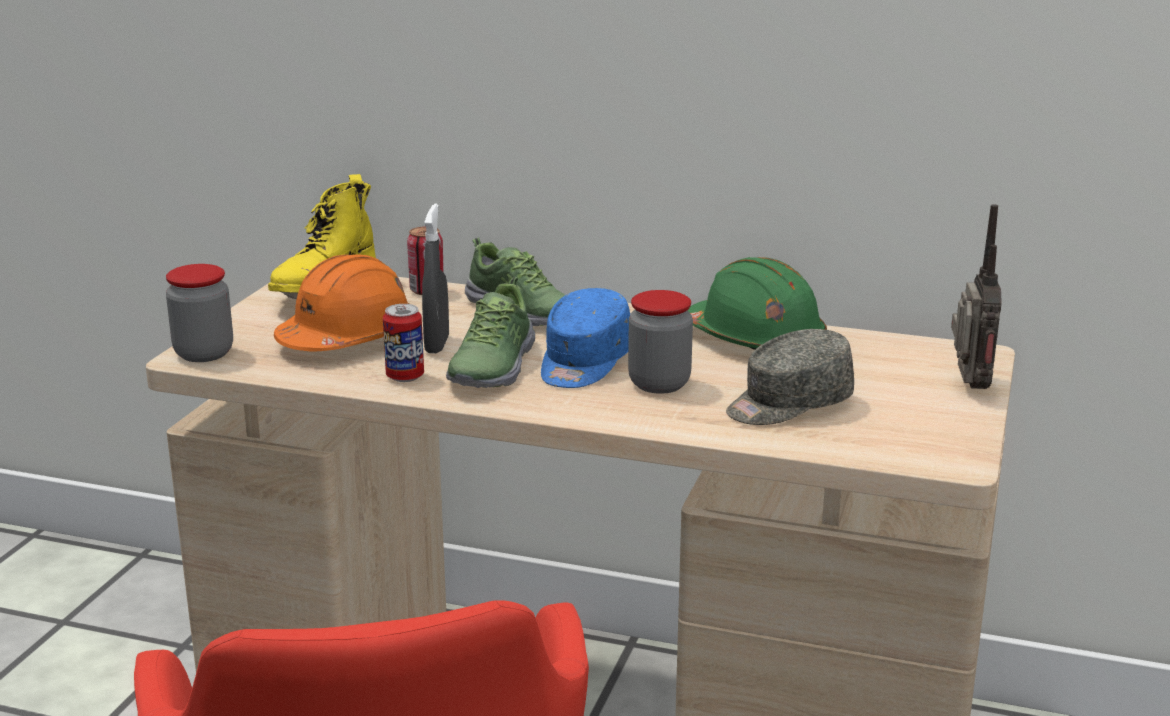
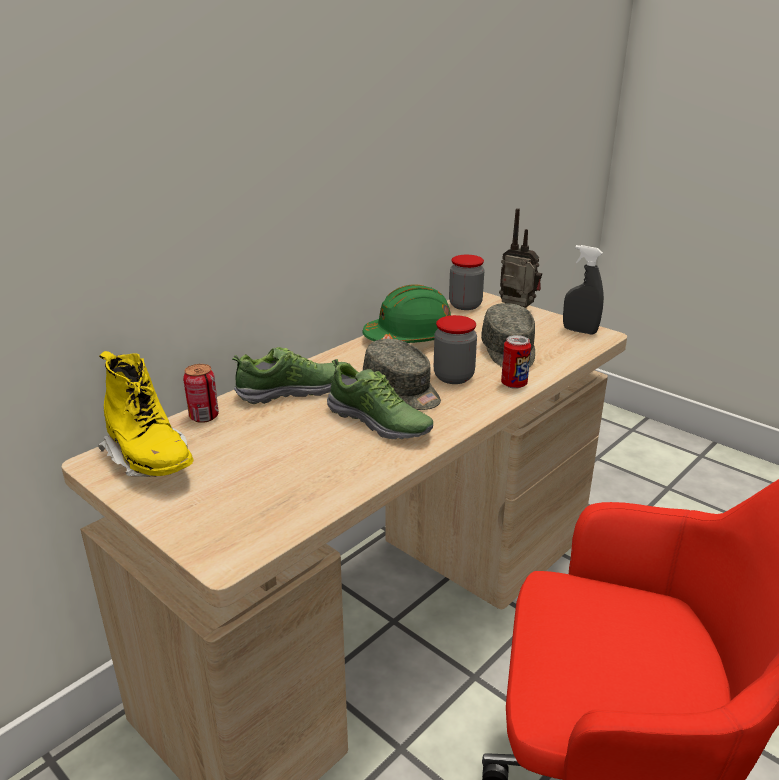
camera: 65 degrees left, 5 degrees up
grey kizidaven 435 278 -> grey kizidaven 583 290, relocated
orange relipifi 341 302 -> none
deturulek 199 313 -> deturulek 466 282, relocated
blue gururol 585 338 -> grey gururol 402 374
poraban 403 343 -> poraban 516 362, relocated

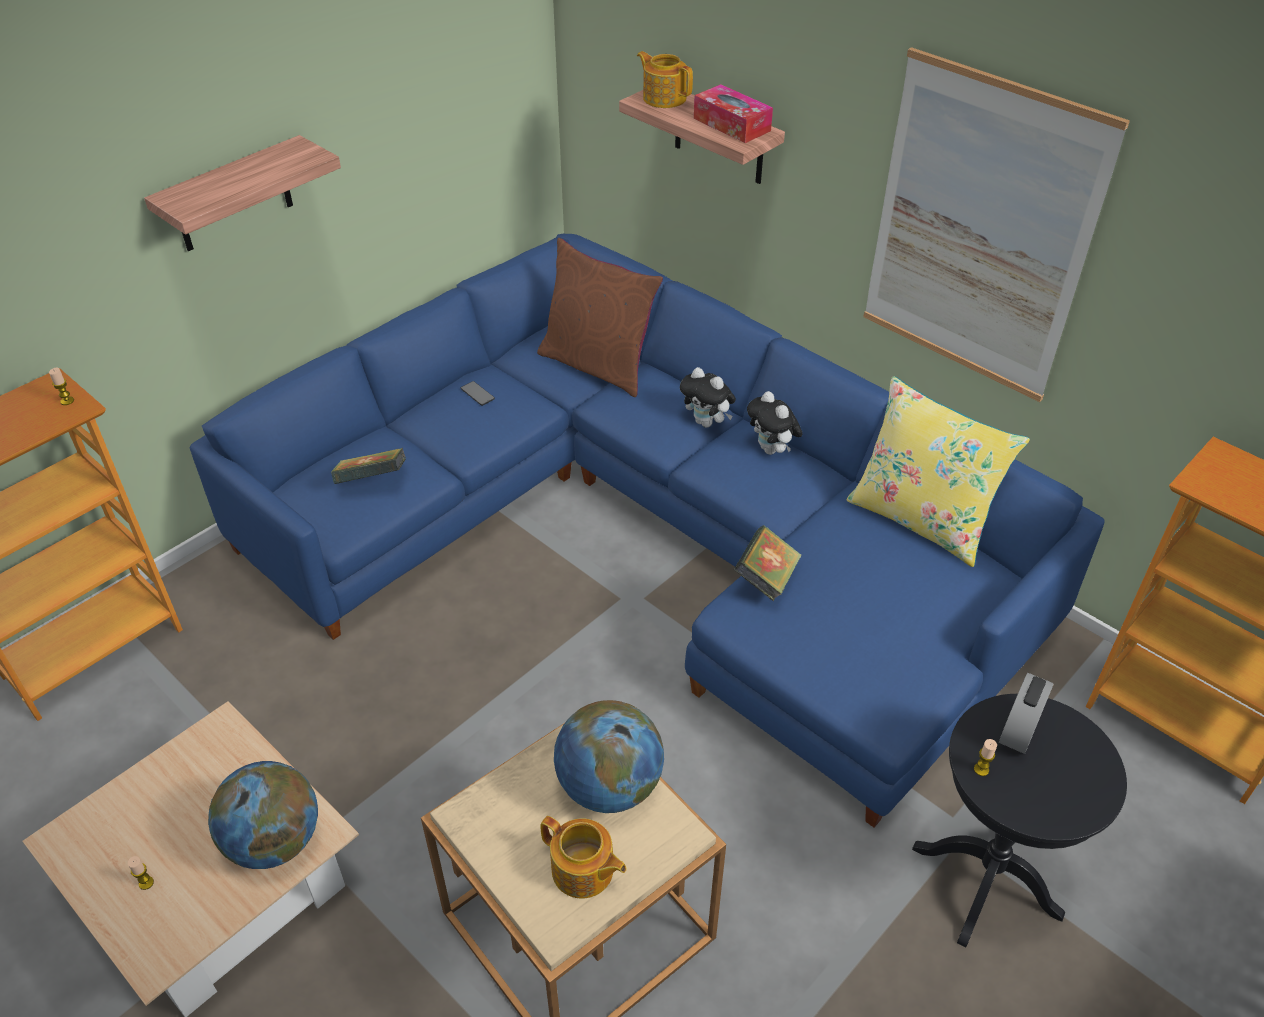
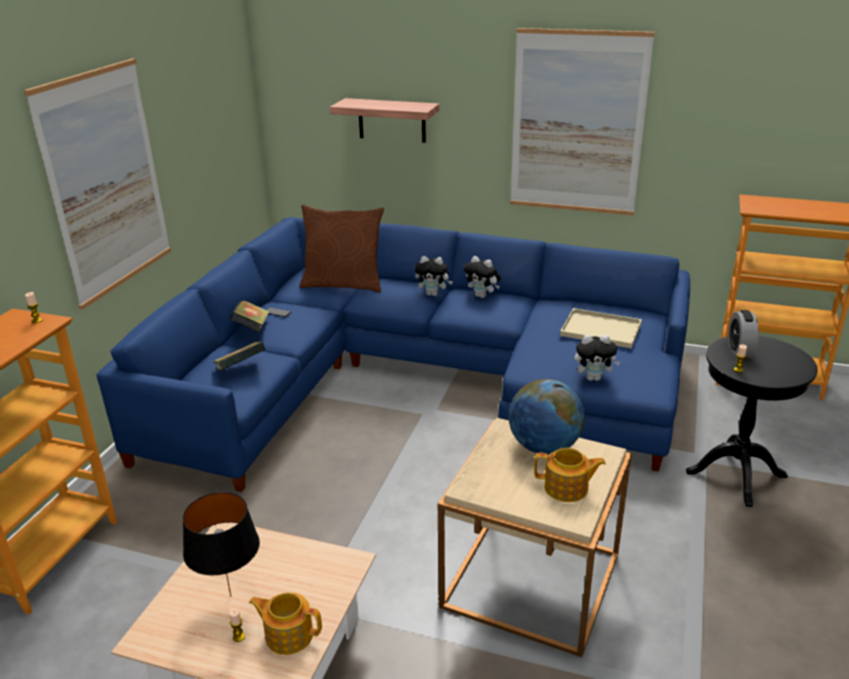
camera: 25 degrees left, 15 degrees down
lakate 665 79 -> lakate 285 623, relocated
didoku 733 113 -> none
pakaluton 242 193 -> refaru 97 184
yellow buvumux 938 471 -> none
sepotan 767 563 -> sepotan 249 316, relocated
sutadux 263 815 -> none
none -> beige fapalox 601 328
none -> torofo 597 358
none -> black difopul 221 544

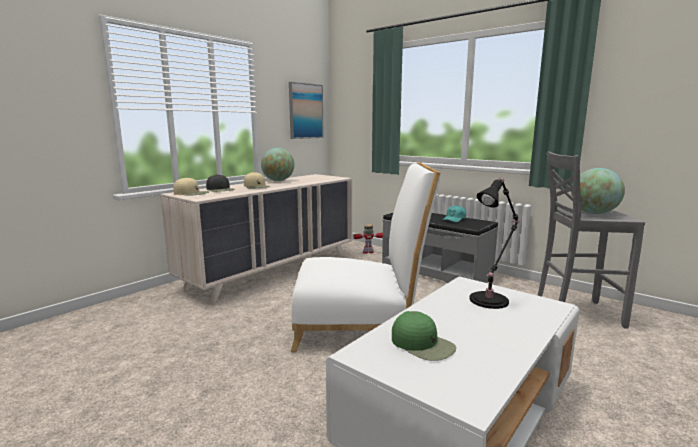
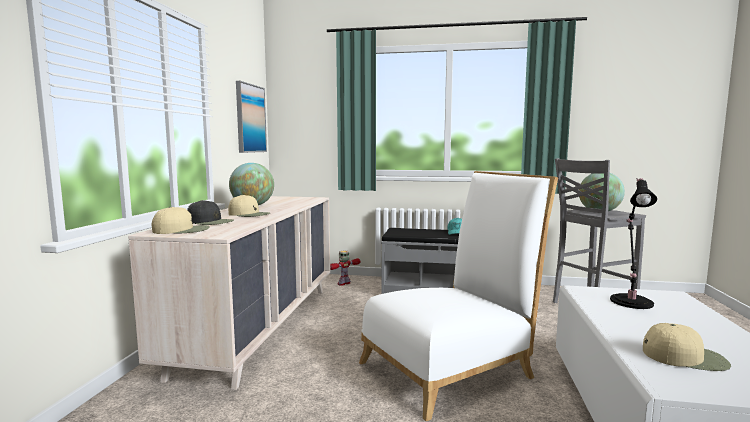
camera: 30 degrees left, 5 degrees down
green gururol 424 336 -> beige gururol 687 347

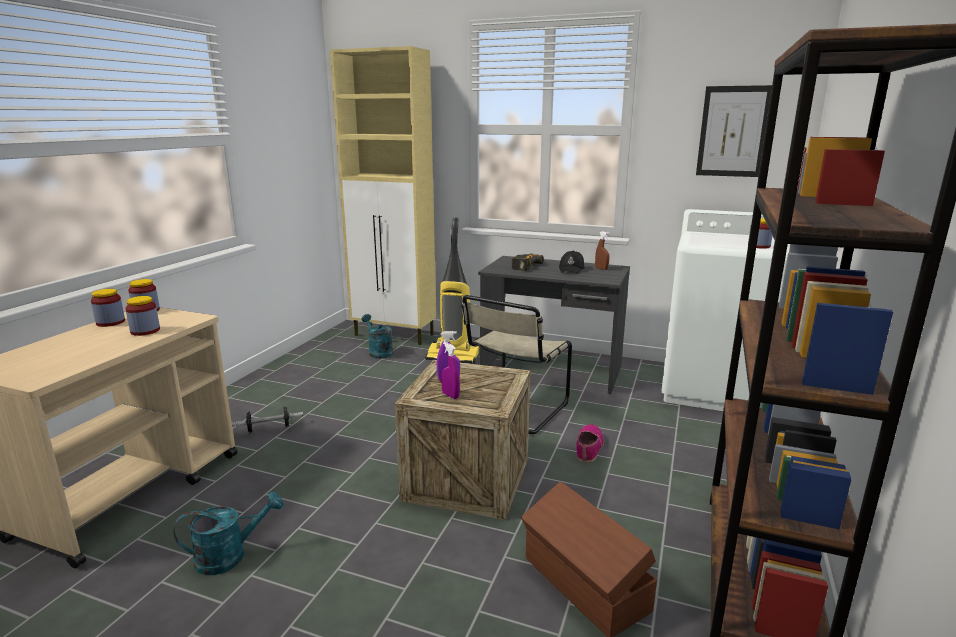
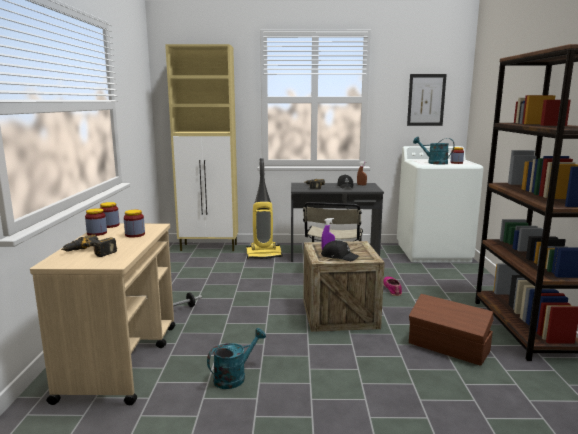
camera: 20 degrees left, 5 degrees down
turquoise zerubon 377 336 -> turquoise zerubon 434 150, relocated
purple kizidaven 450 370 -> black gururol 340 250
none -> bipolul 89 245

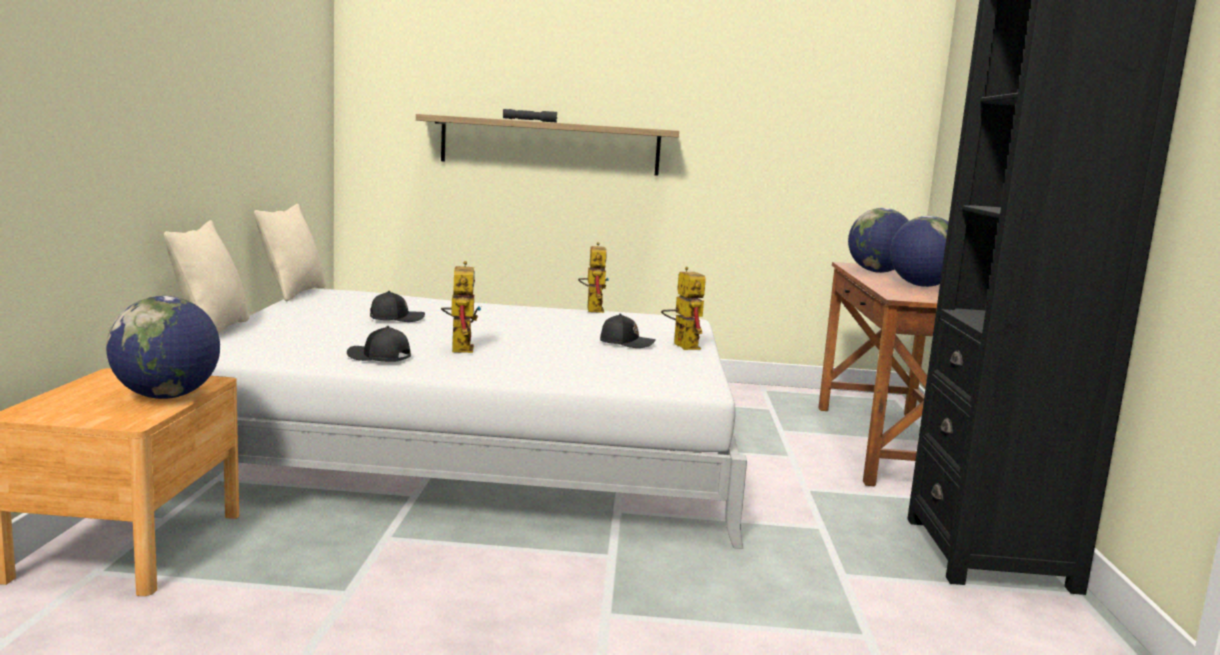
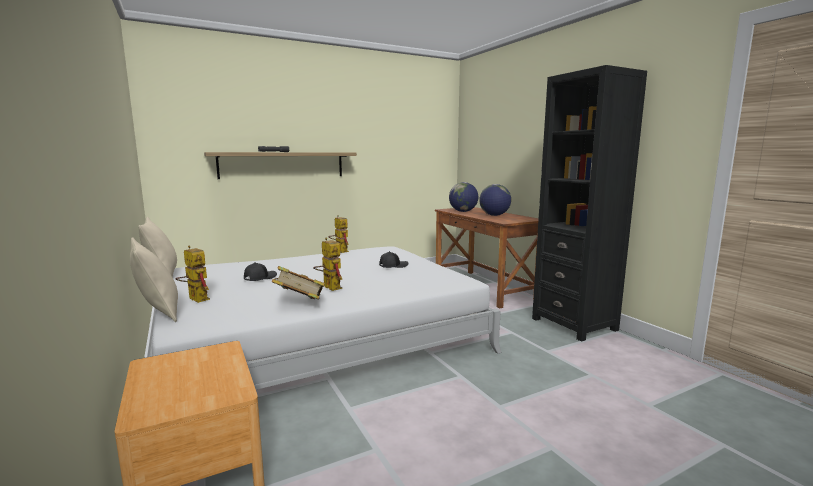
camera: 30 degrees left, 0 degrees up
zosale 683 308 -> zosale 193 274, relocated
sutadux 163 347 -> none
black gururol 379 344 -> sepotan 298 283

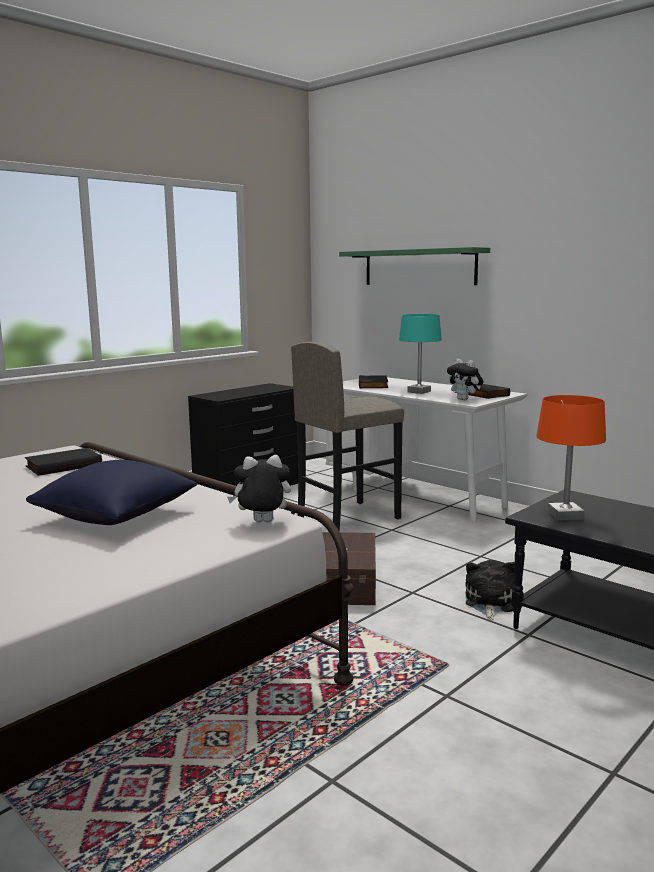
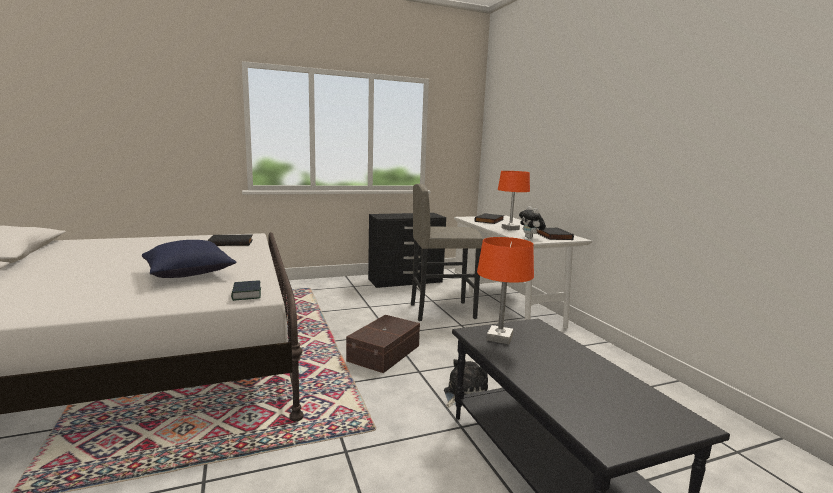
camera: 25 degrees right, 0 degrees up
green pakaluton 414 266 -> none
turquoise difopul 420 354 -> orange difopul 514 201
torofo 259 488 -> sepotan 246 290

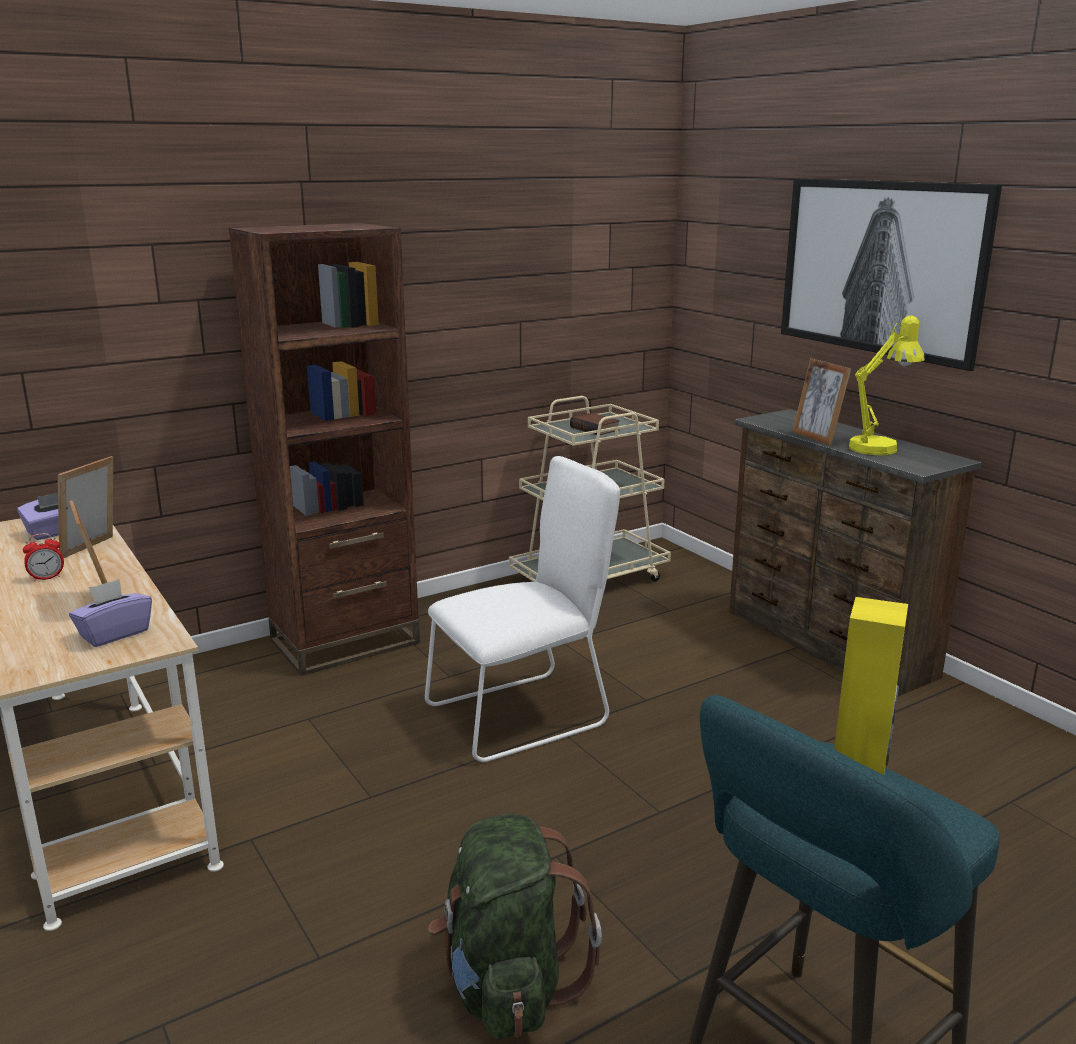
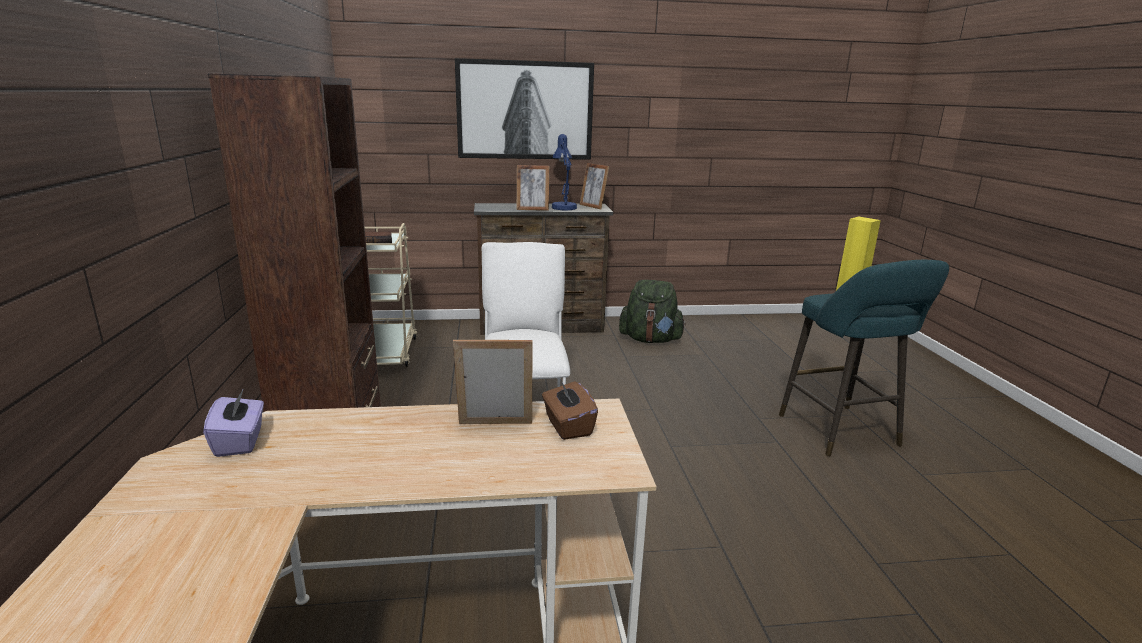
camera: 65 degrees left, 0 degrees up
yellow difopul 886 385 -> blue difopul 564 172
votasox 85 507 -> votasox 594 186, relocated
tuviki 43 557 -> none
purple didoku 110 613 -> brown didoku 570 409
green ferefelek 515 926 -> green ferefelek 652 311, relocated

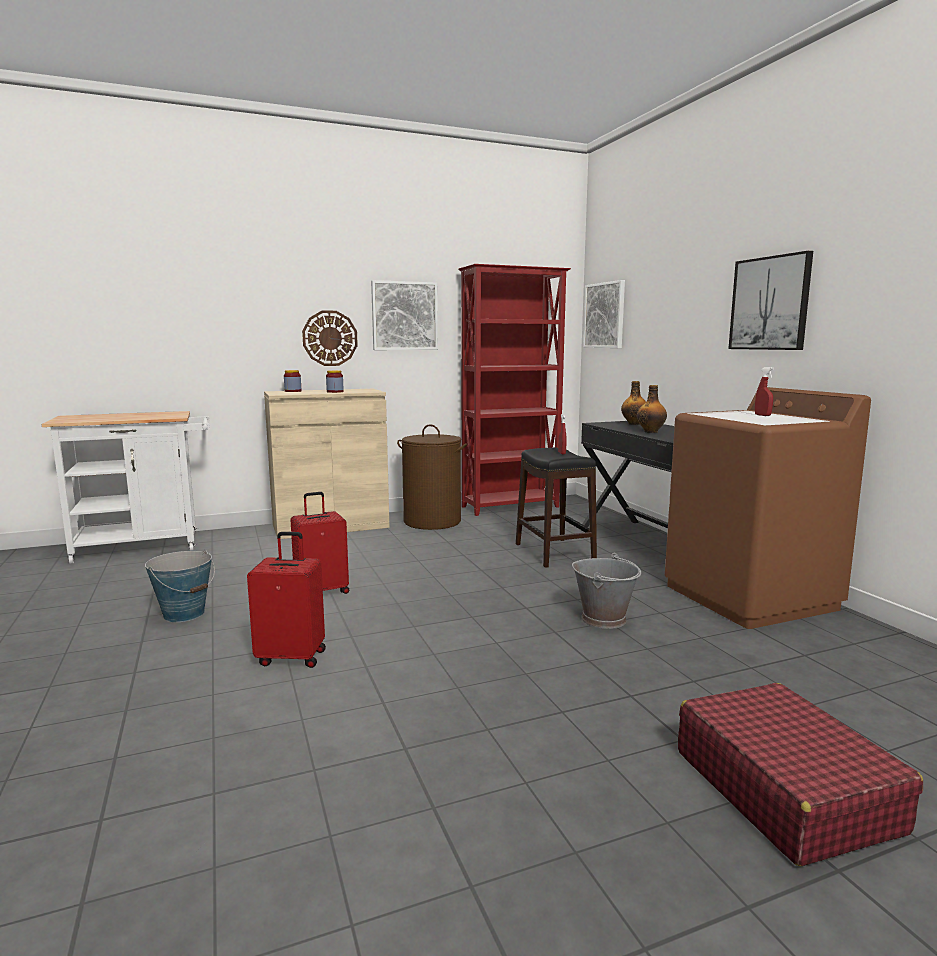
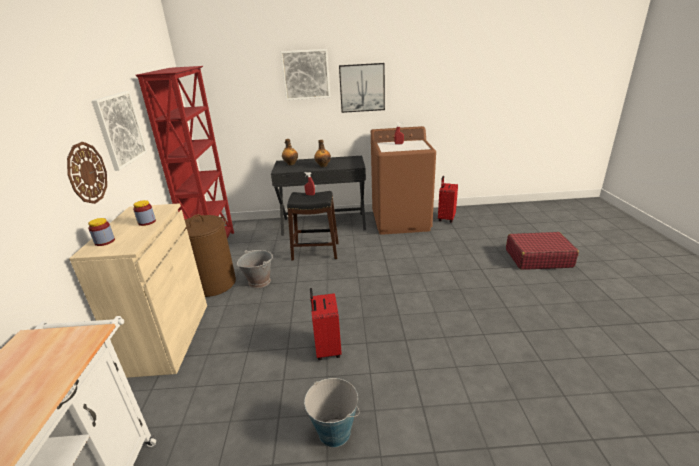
camera: 70 degrees left, 15 degrees up
refaru 604 314 -> refaru 305 74, relocated
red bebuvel 286 600 -> red bebuvel 448 199, relocated
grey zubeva 606 591 -> grey zubeva 255 269, relocated

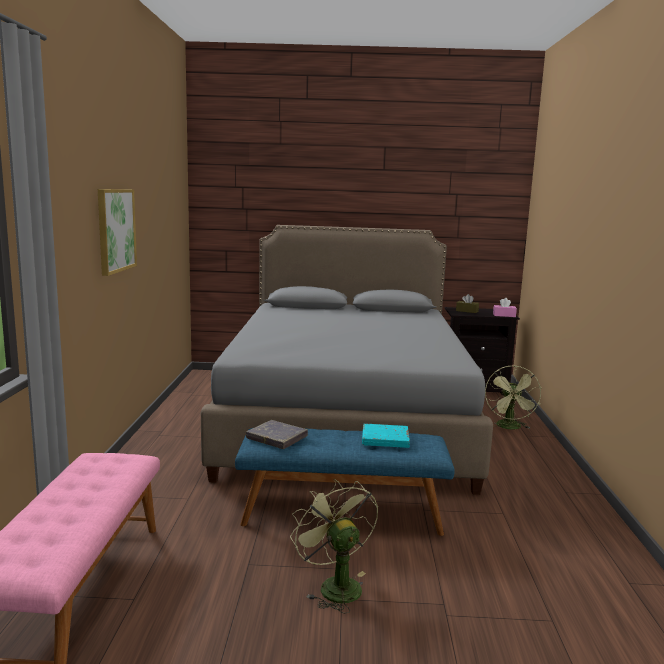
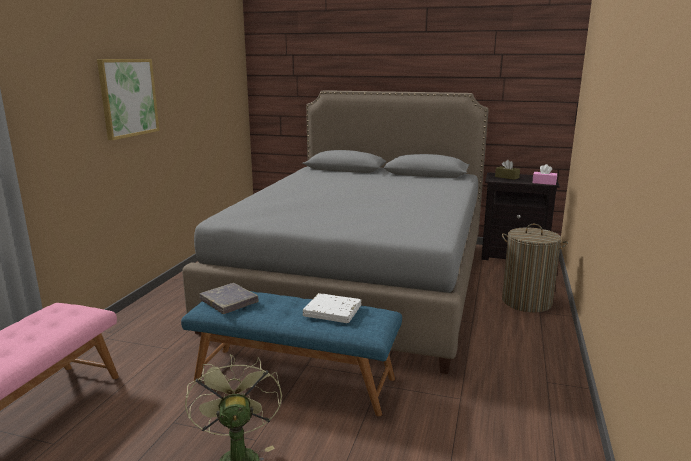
camera: 15 degrees right, 5 degrees up
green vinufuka 513 397 -> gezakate 535 268
turquoise sepotan 386 436 -> white sepotan 332 308

